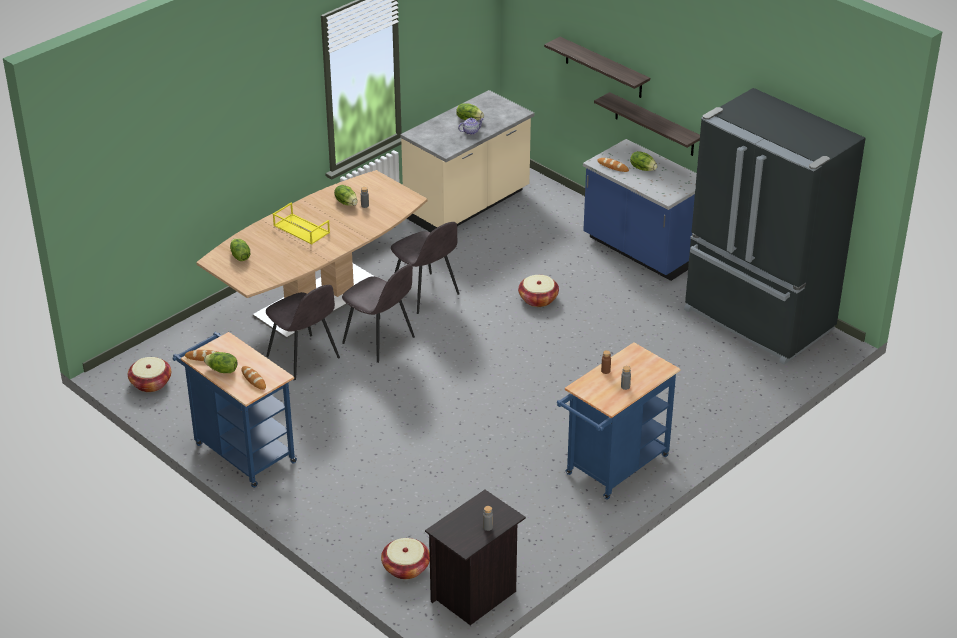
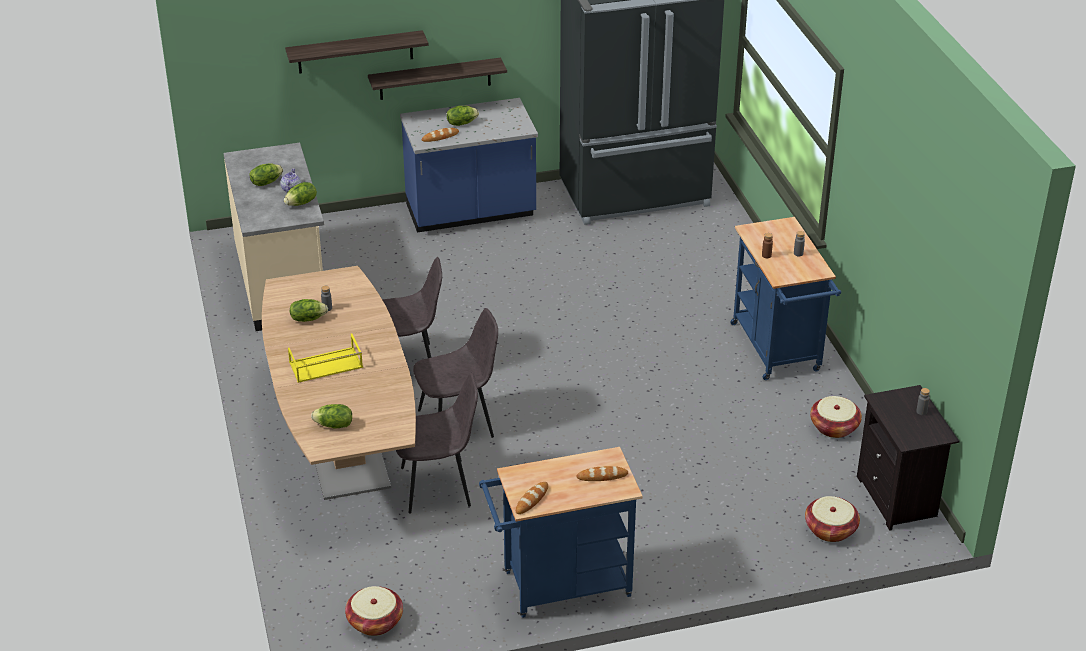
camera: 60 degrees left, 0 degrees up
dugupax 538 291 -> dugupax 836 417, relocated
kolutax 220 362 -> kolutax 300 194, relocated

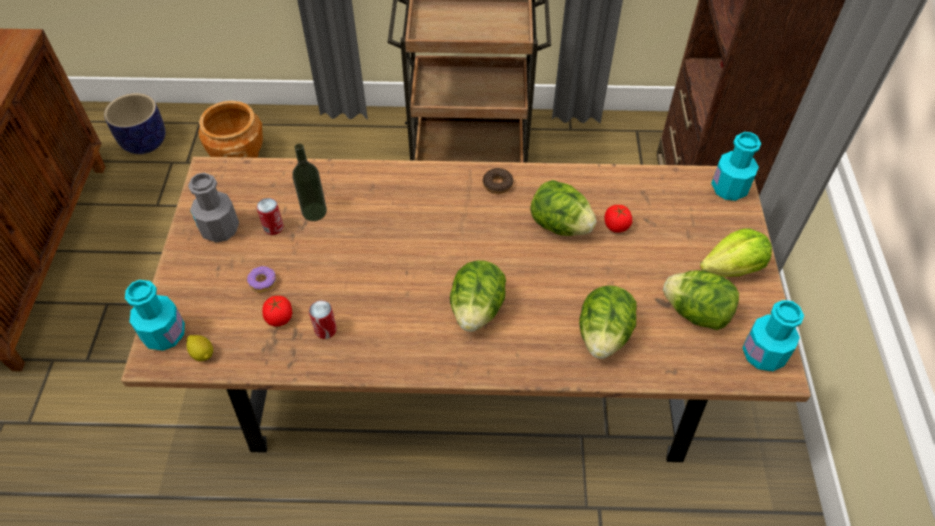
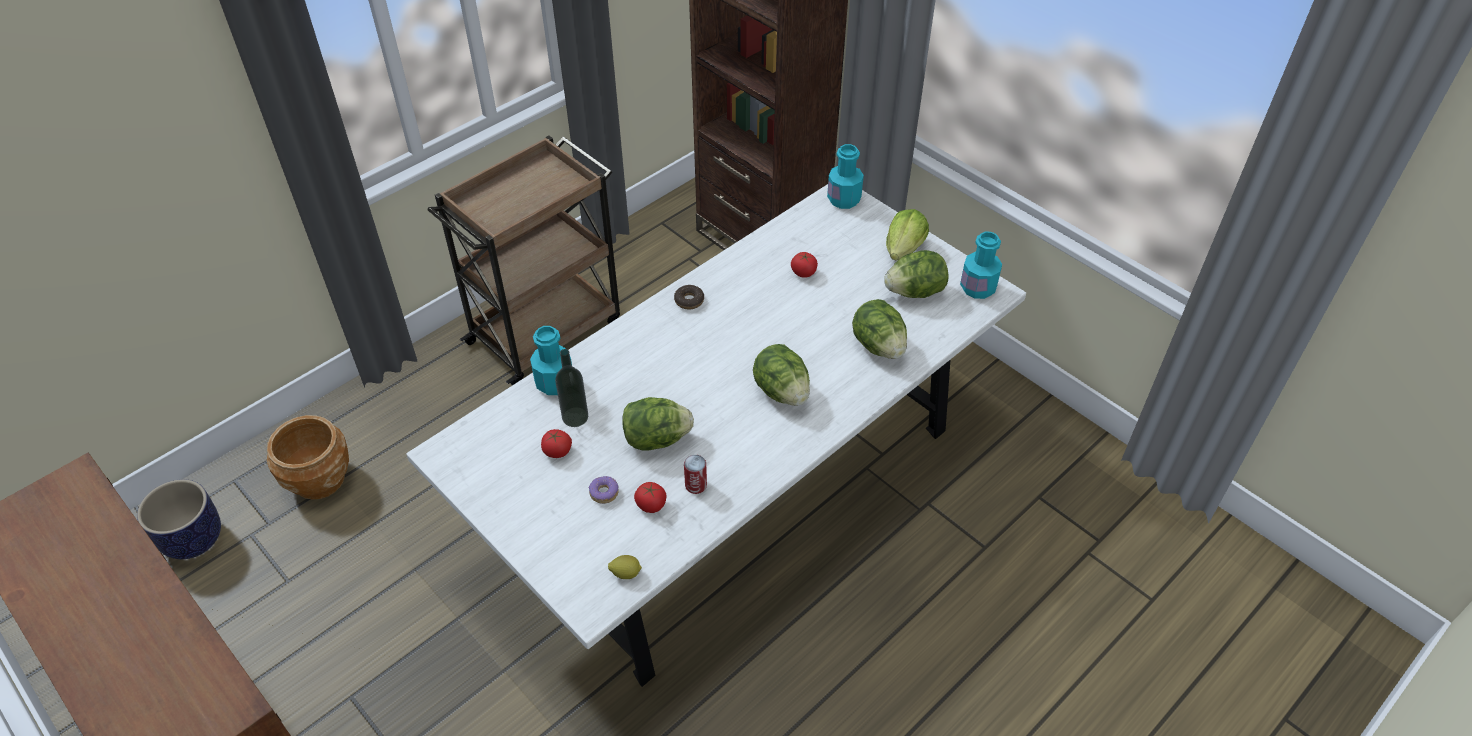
camera: 45 degrees left, 5 degrees down
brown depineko 466 309 -> white depineko 716 435
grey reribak 213 208 -> none
kolutax 563 208 -> kolutax 658 423, relocated
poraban 270 216 -> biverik 556 443
turquoise reribak 155 315 -> turquoise reribak 551 360, relocated

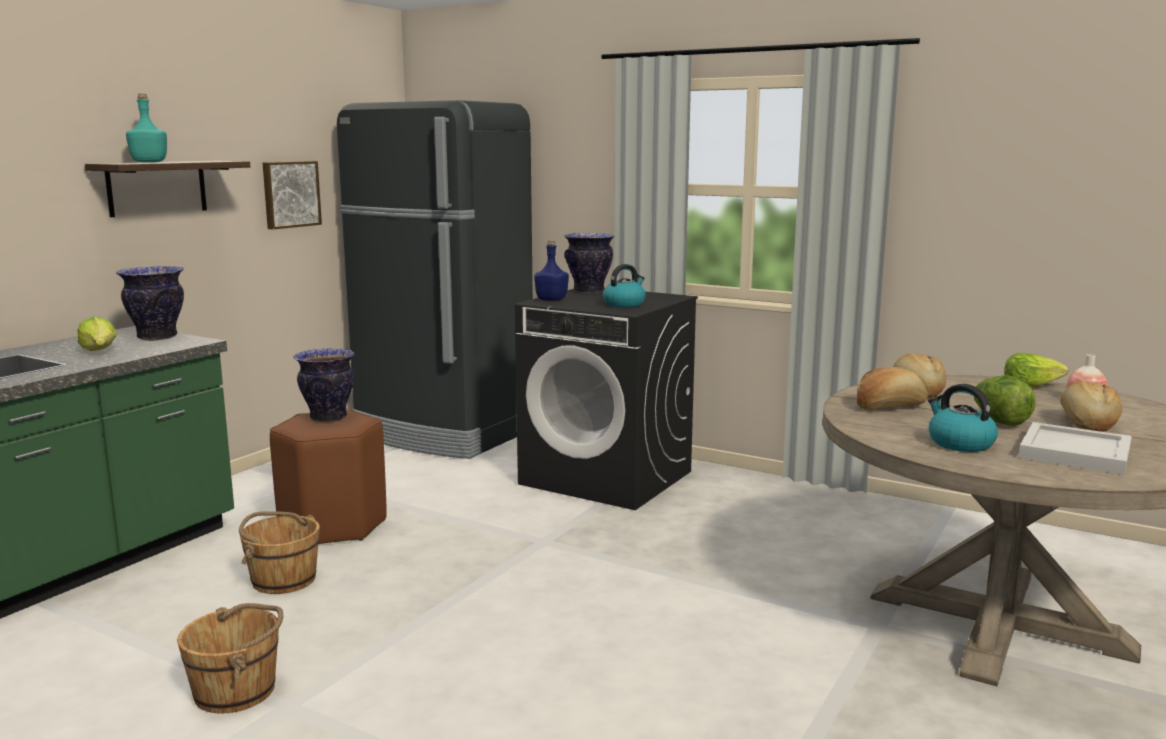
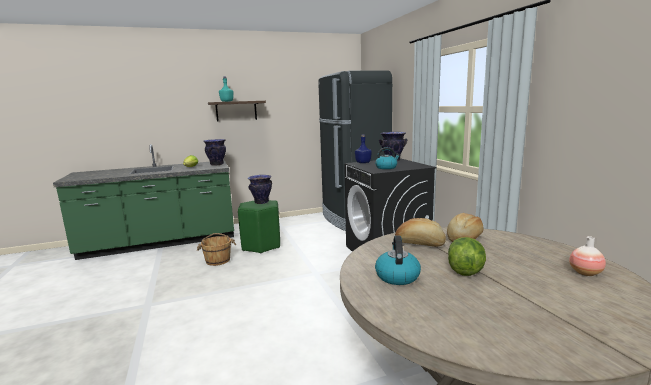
camera: 40 degrees right, 0 degrees up
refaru 292 195 -> none
kolutax 1036 370 -> none
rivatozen 1091 406 -> none
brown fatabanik 328 477 -> green fatabanik 259 227
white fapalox 1075 448 -> none
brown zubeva 230 658 -> none

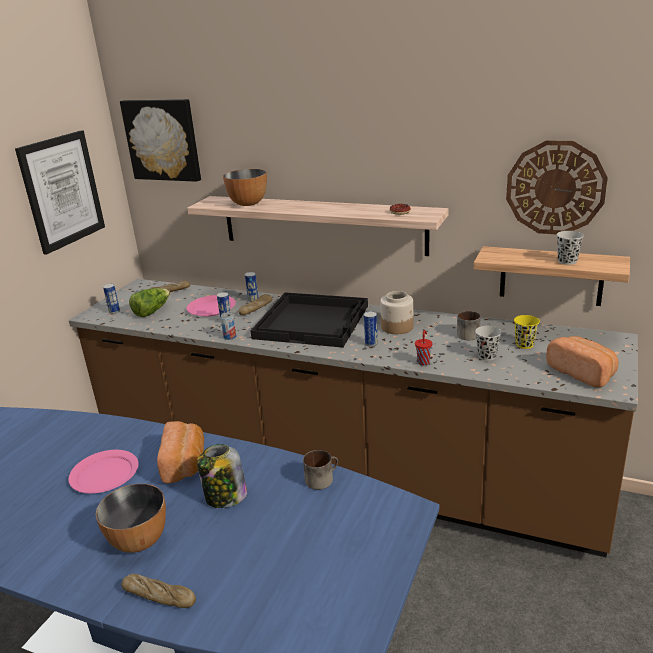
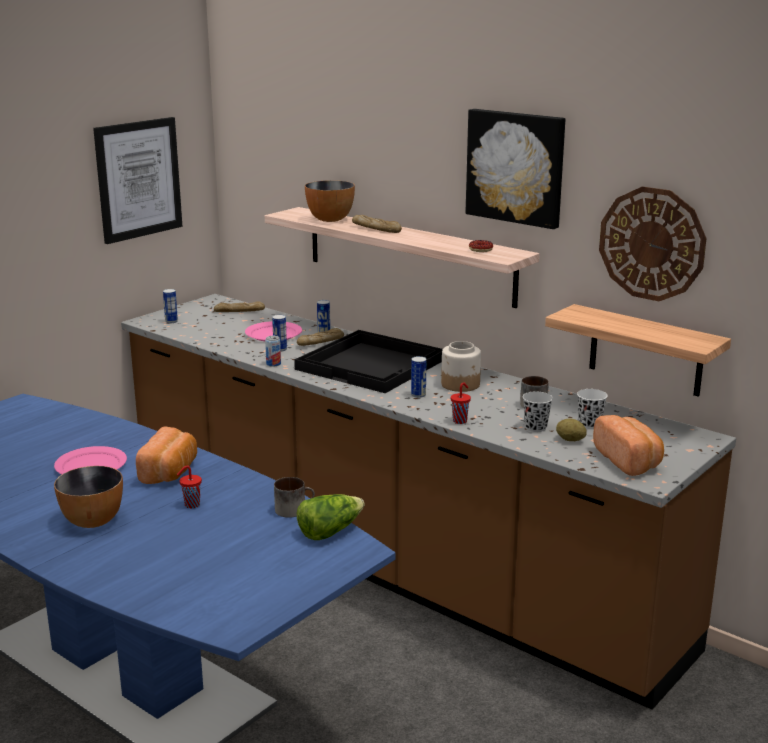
camera: 15 degrees right, 5 degrees down
refaru 160 140 -> refaru 515 169, relocated
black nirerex 570 248 -> none
kolutax 149 302 -> kolutax 331 517, relocated
yellow nirerex 527 332 -> white nirerex 592 409
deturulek 222 476 -> red nirerex 189 487
rivatozen 158 591 -> rivatozen 377 224, relocated
none -> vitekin 571 429

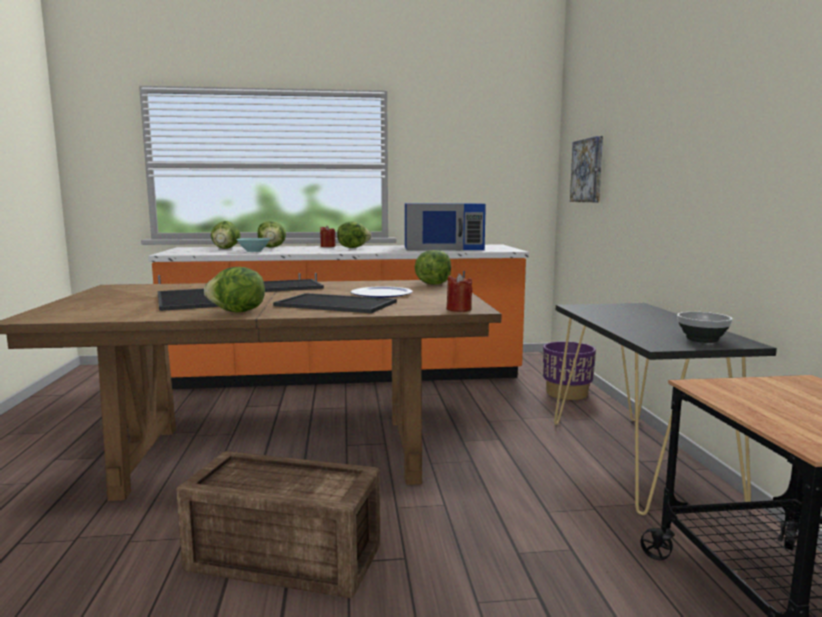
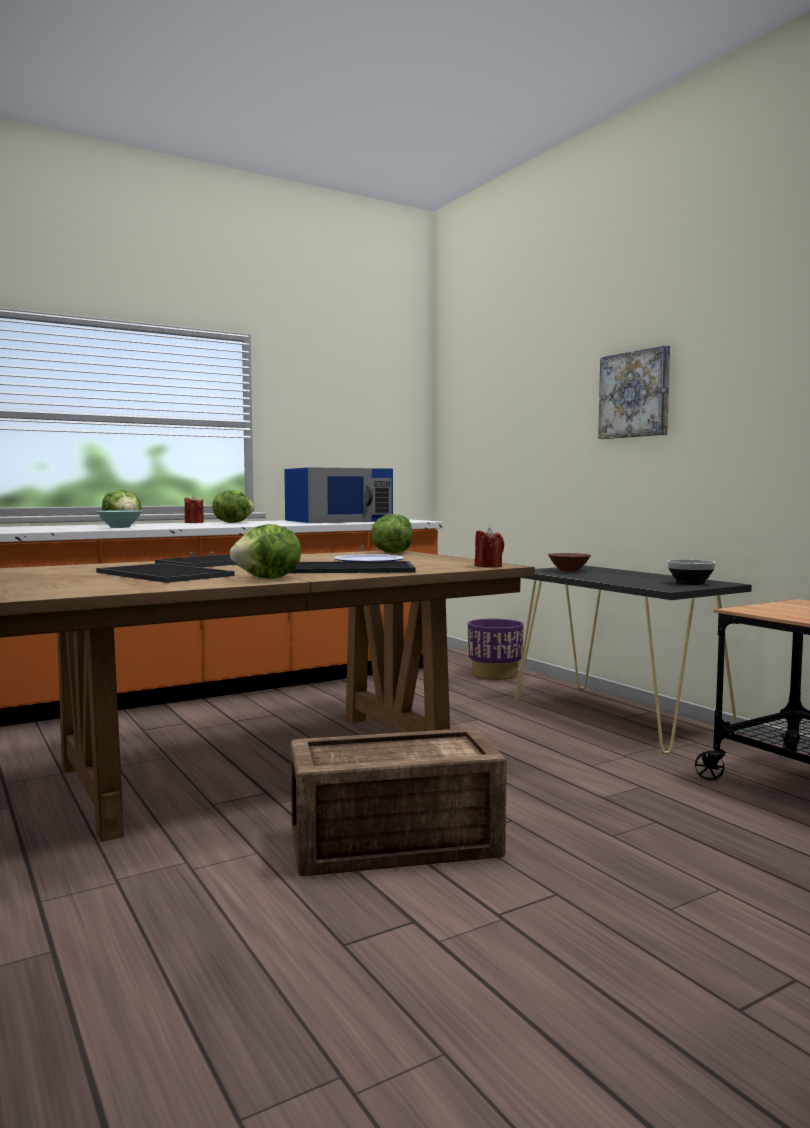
camera: 25 degrees left, 5 degrees down
refaru 586 169 -> refaru 634 392, relocated
kolutax 226 235 -> none
none -> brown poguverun 569 562

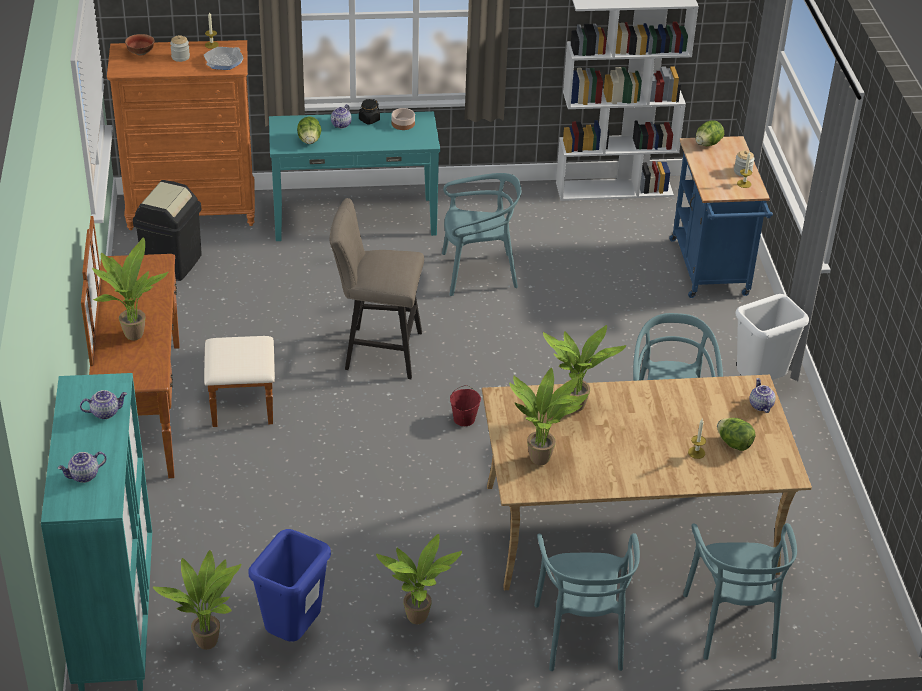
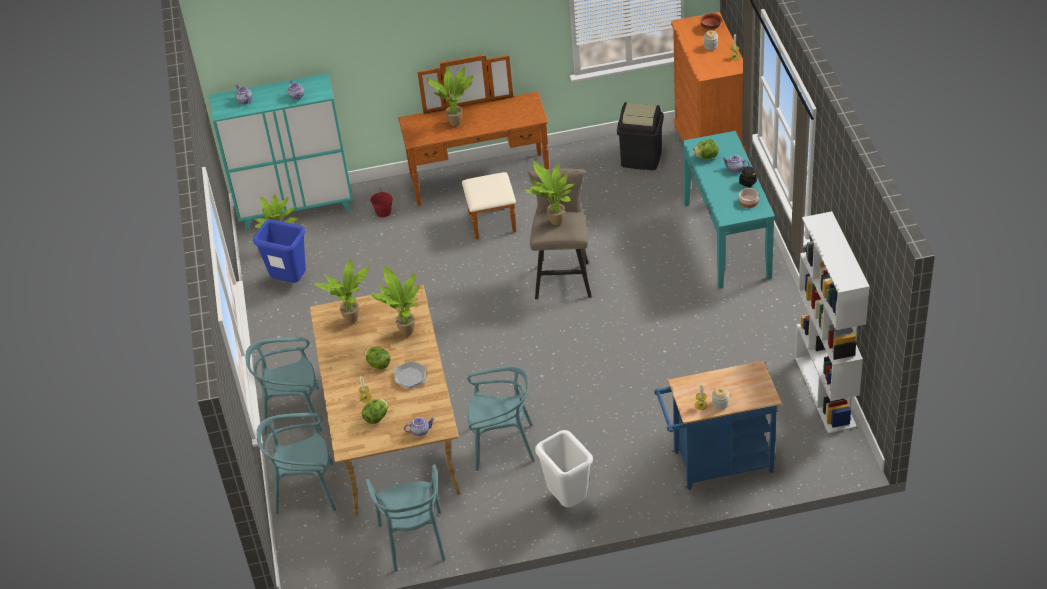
camera: 90 degrees right, 5 degrees up
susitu 223 58 -> susitu 410 374, relocated
kolutax 709 133 -> kolutax 377 358, relocated
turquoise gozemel 481 234 -> turquoise gozemel 405 517, relocated
red zubeva 465 405 -> red zubeva 381 203, relocated
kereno 419 579 -> kereno 550 192, relocated

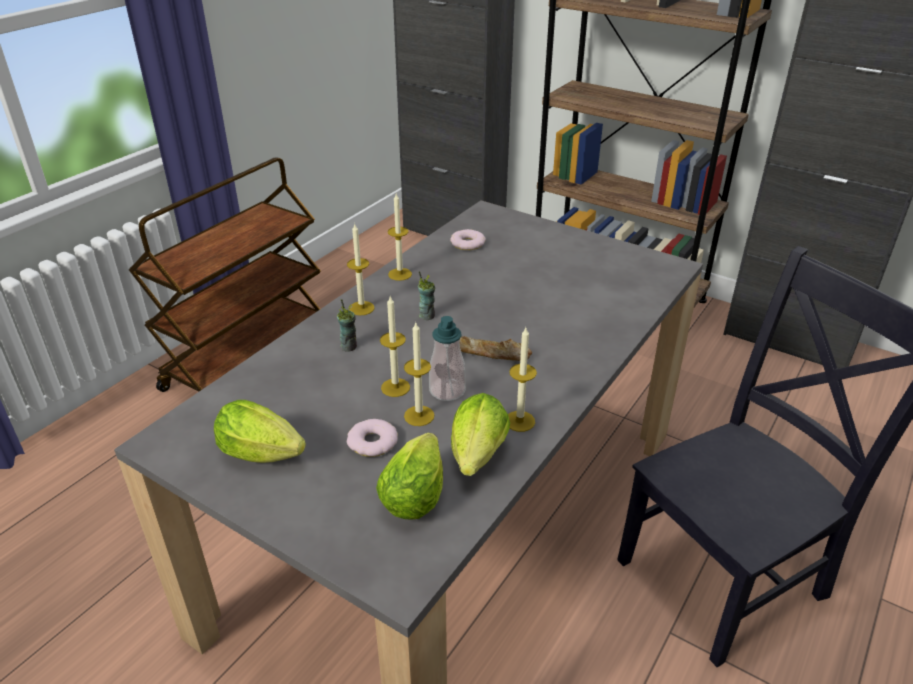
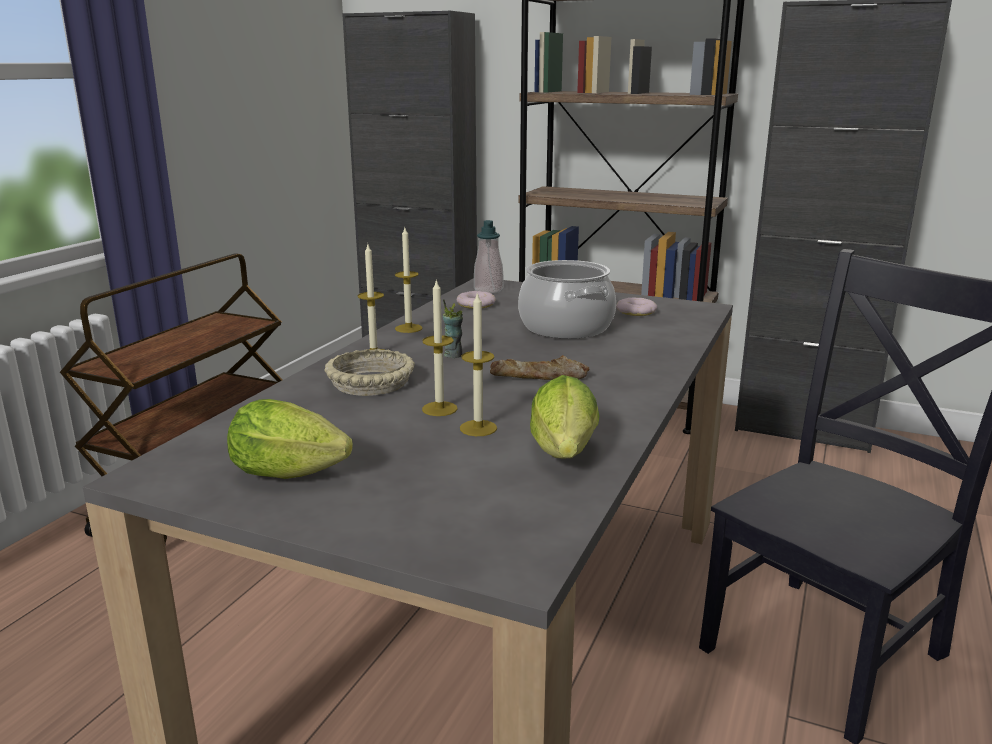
camera: 10 degrees left, 15 degrees down
nirerex 347 325 -> beige poguverun 370 372
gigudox 447 358 -> gigudox 489 256, relocated
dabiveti 522 380 -> none
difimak 372 438 -> difimak 636 307, relocated
kolutax 409 476 -> none
none -> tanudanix 567 299

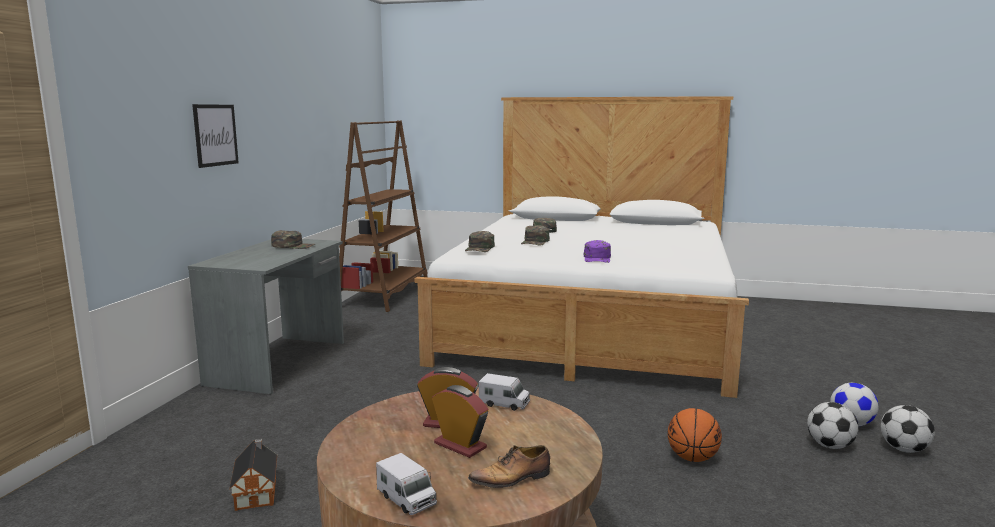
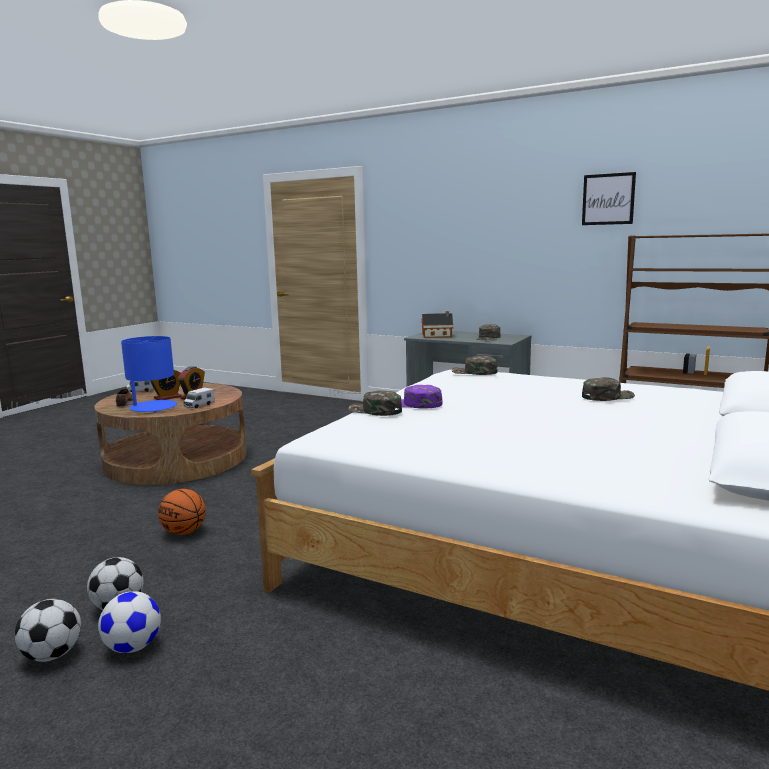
camera: 105 degrees right, 0 degrees up
refaru 215 136 -> refaru 609 198, relocated
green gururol 535 235 -> green gururol 375 403, relocated
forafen 253 475 -> forafen 437 324, relocated
none -> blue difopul 149 374

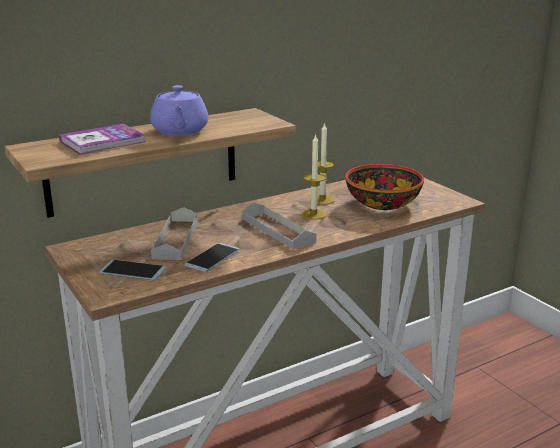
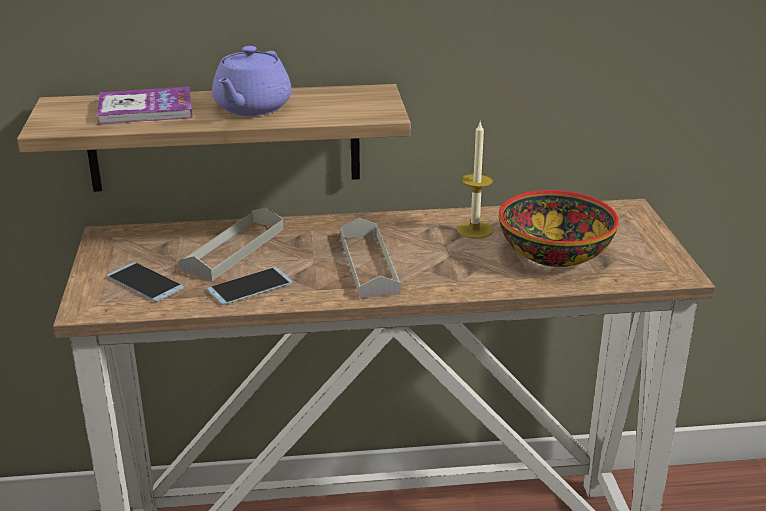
camera: 25 degrees right, 5 degrees up
dabiveti 314 177 -> none

